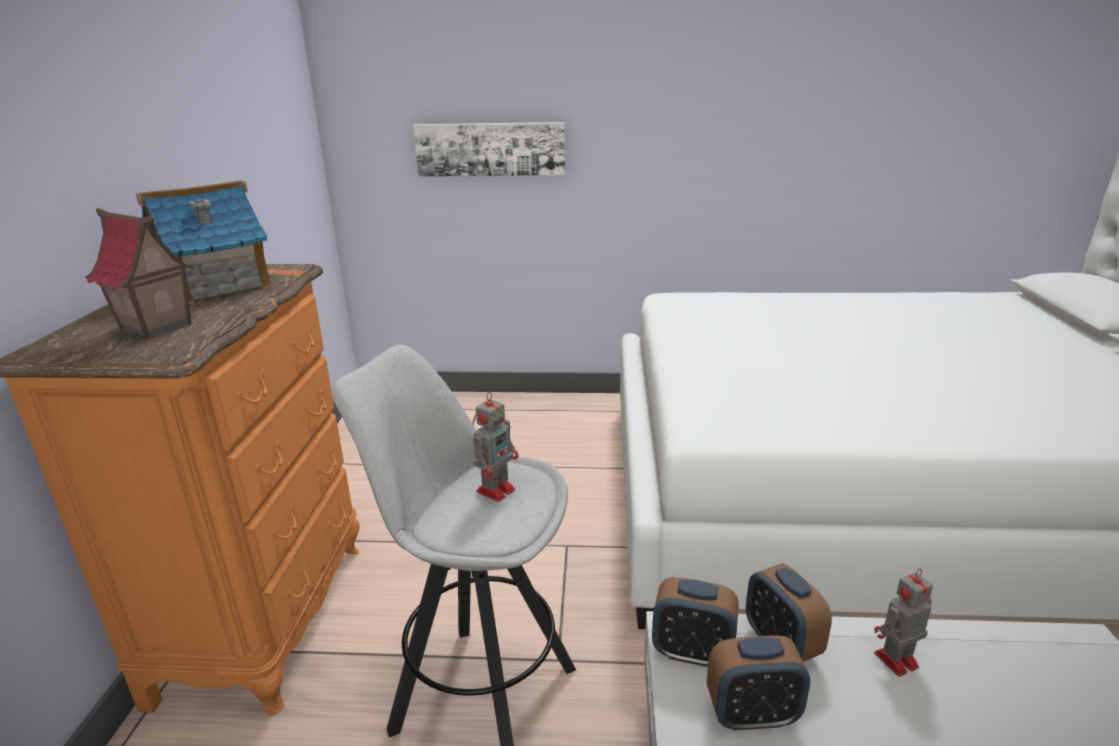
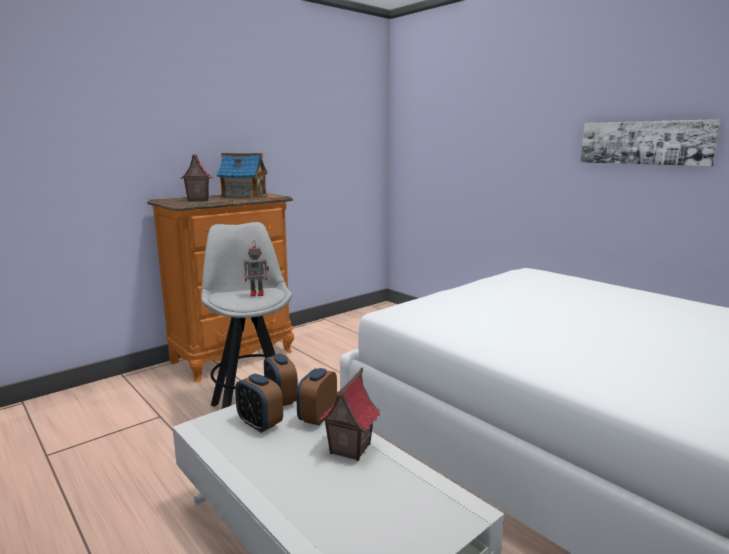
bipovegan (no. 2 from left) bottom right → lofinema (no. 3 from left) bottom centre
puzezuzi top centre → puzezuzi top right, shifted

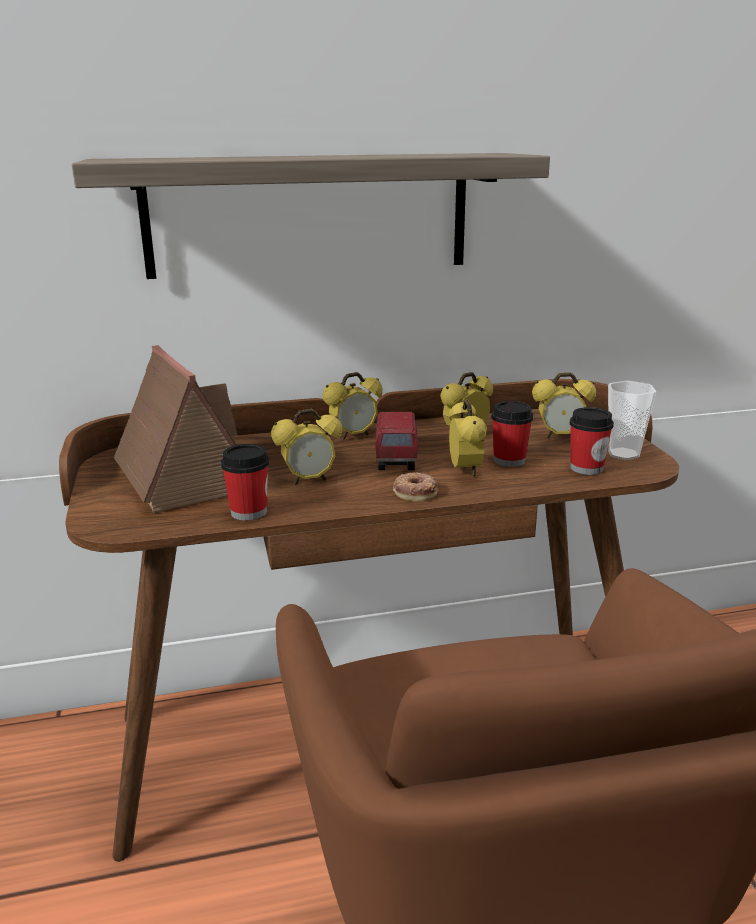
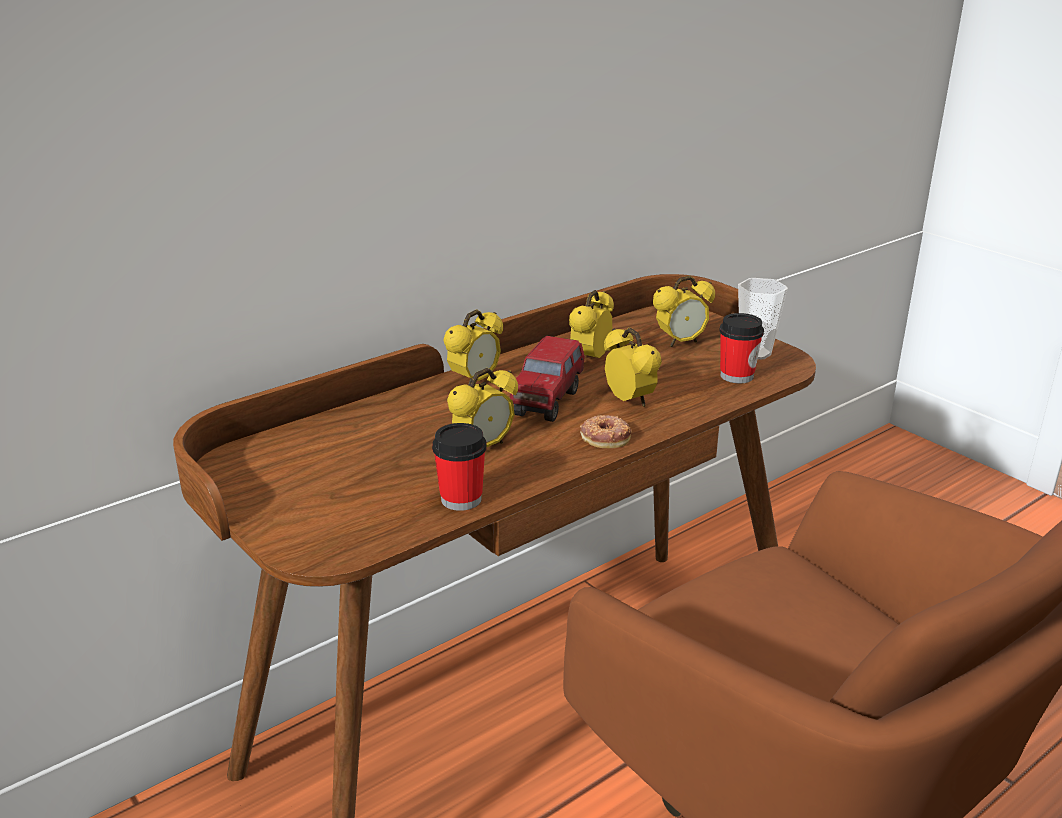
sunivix centre, 135 degrees counterclockwise
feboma top centre → -
lofinema middle left → -
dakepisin (no. 2 from left) middle right → -

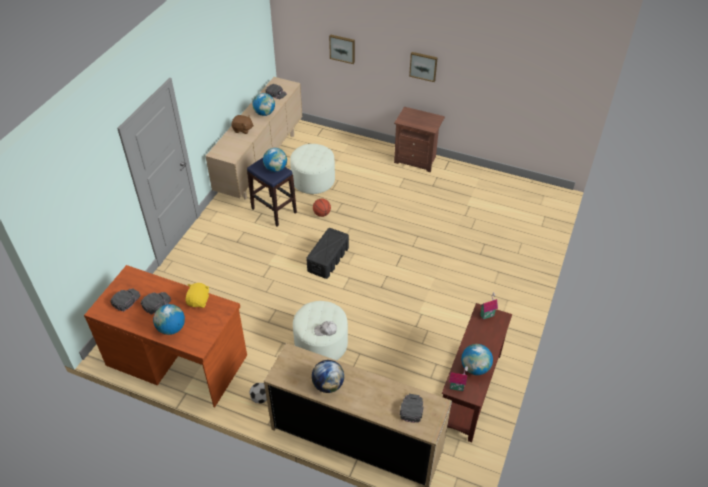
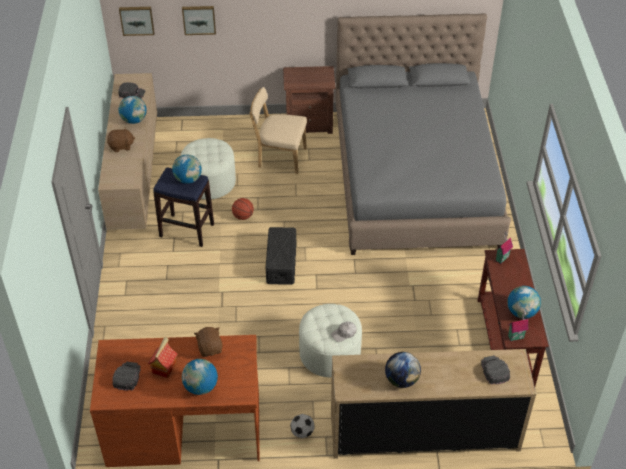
puzezuzi (no. 2 from left in the first image) top centre → puzezuzi (no. 1 from left) top left, shifted
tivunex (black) (no. 2 from left) middle left → lofinema (no. 1 from left) bottom left
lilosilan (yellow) middle left → lilosilan (brown) (no. 2 from left) bottom left
- → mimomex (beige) top centre
- → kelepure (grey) top right

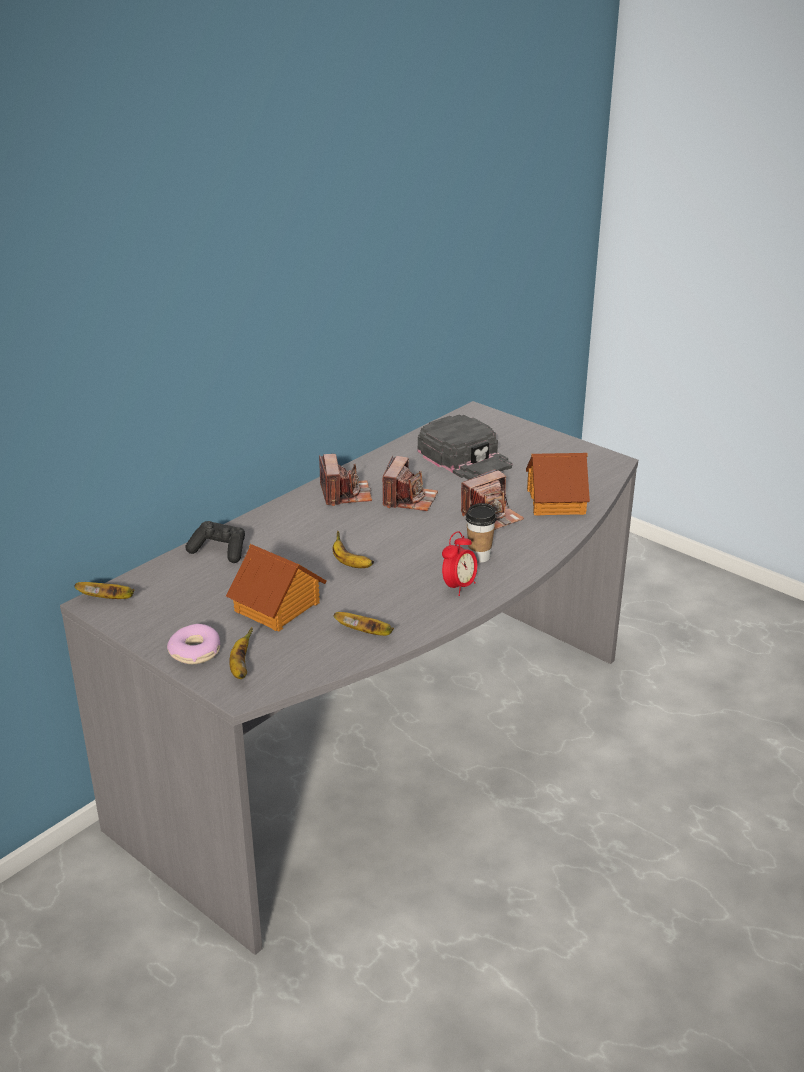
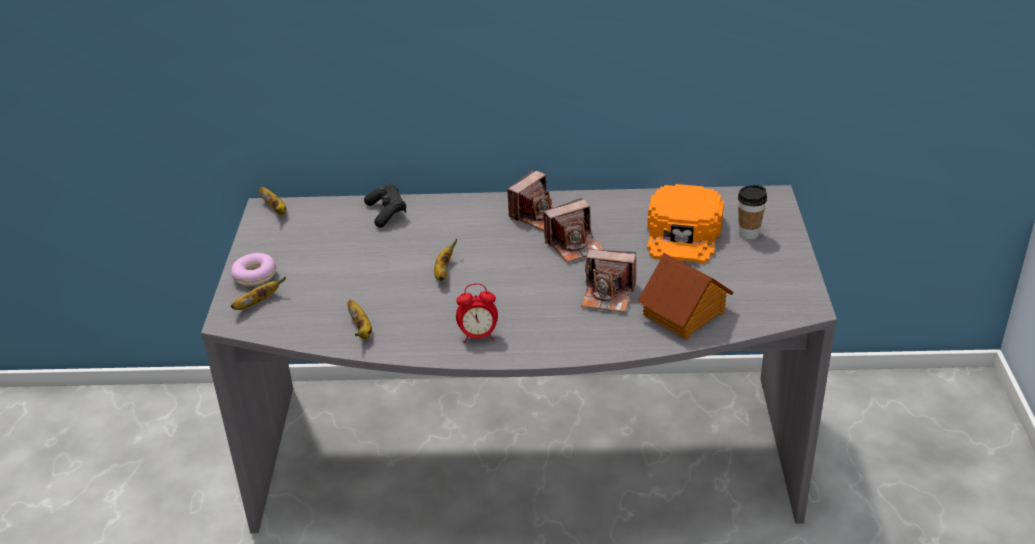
tivunex (black) centre → tivunex (orange) centre
dakepisin centre → dakepisin middle right, shifted
lofinema (no. 1 from left) centre → -

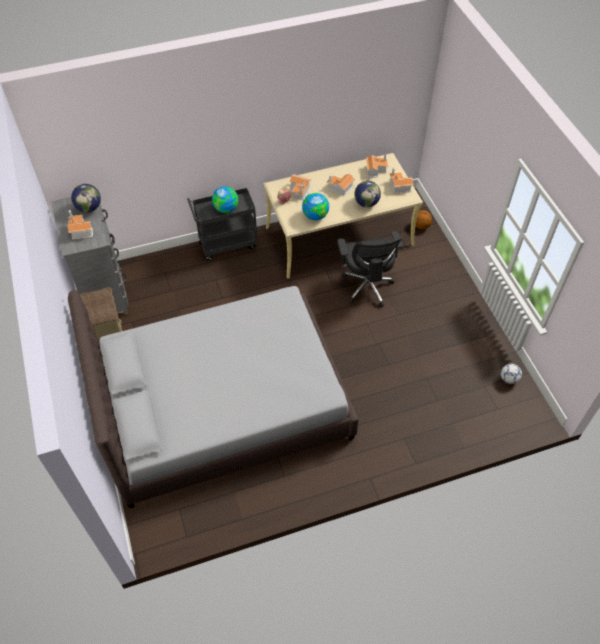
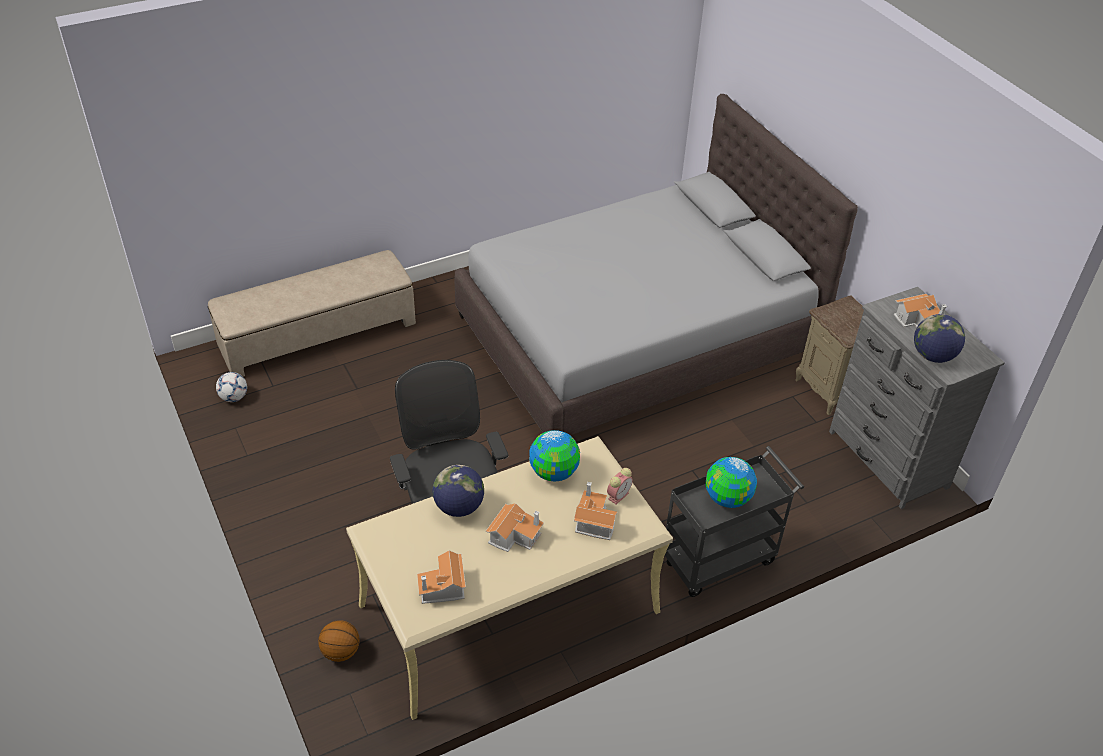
- → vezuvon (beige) middle left
lofinema (no. 5 from left) top right → -

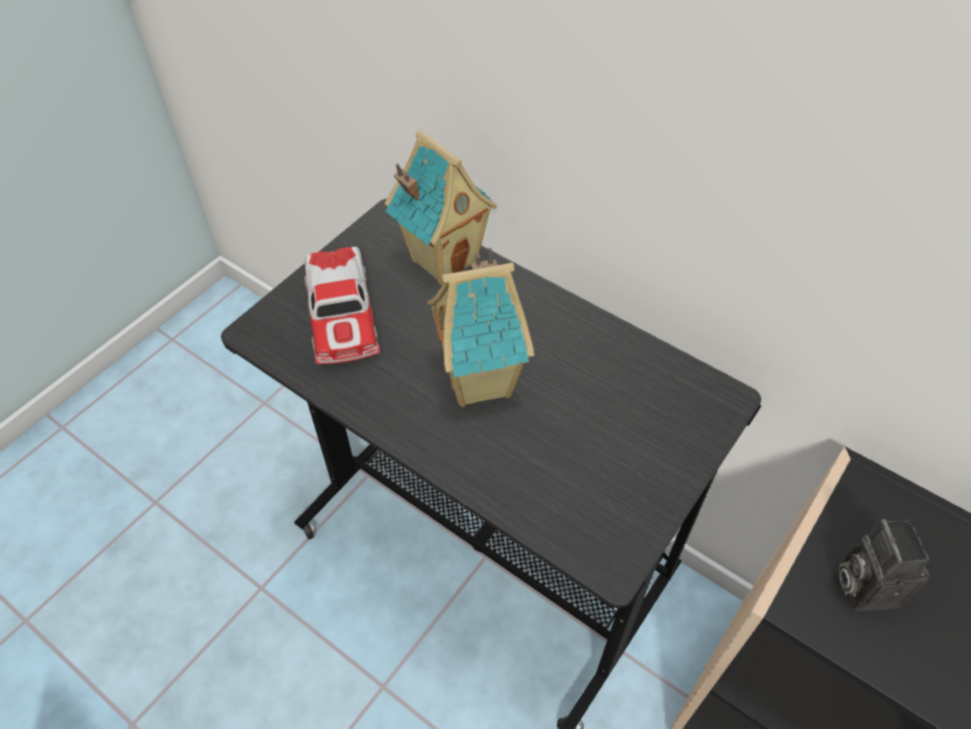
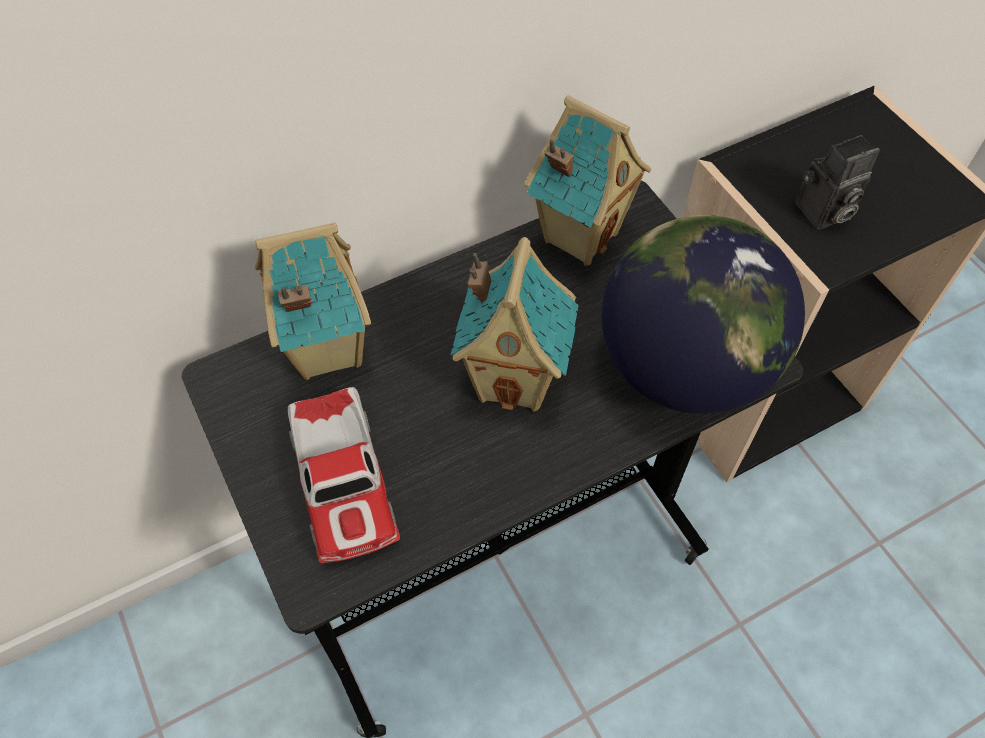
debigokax centre, 60 degrees clockwise
- → lofinema (no. 3 from left) top centre
- → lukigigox middle right
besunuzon bottom right → besunuzon top right, 45 degrees counterclockwise

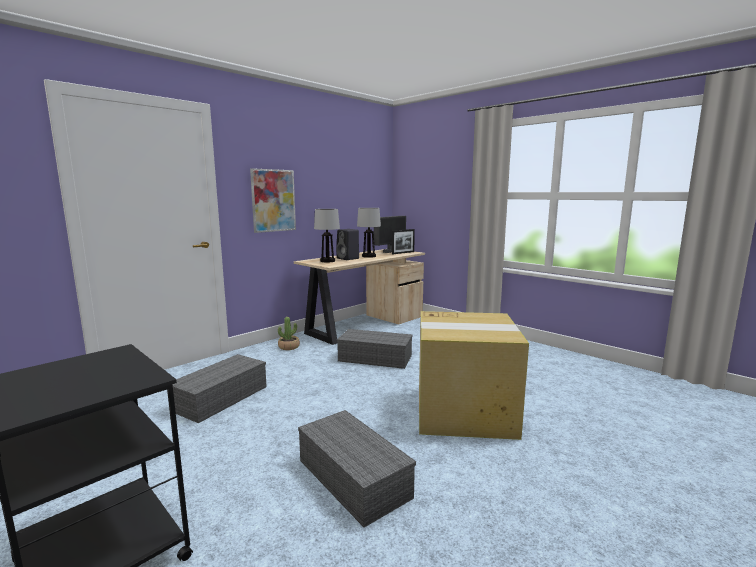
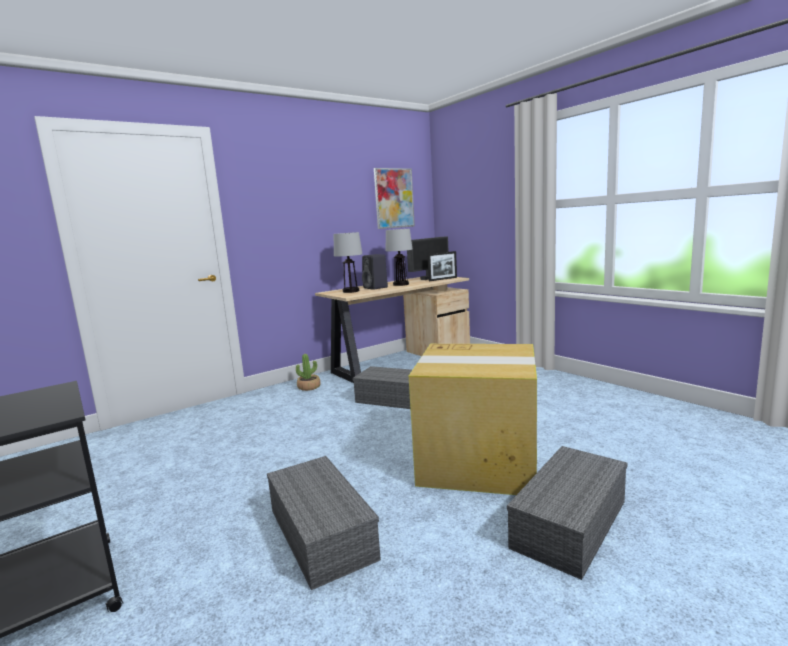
puzezuzi centre → puzezuzi top centre, shifted
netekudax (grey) (no. 1 from left in the first image) bottom left → netekudax (grey) (no. 3 from left) bottom right, shifted

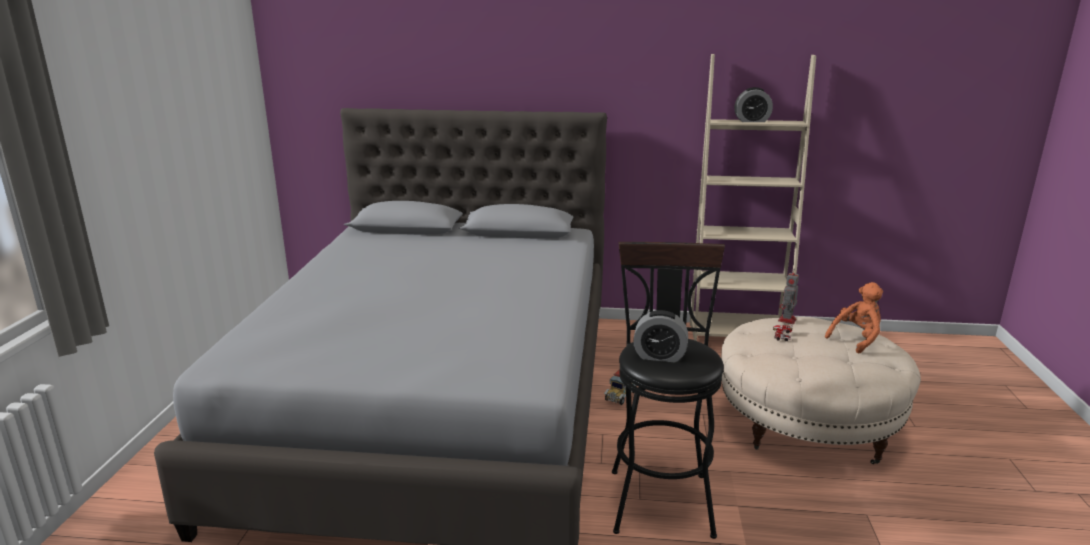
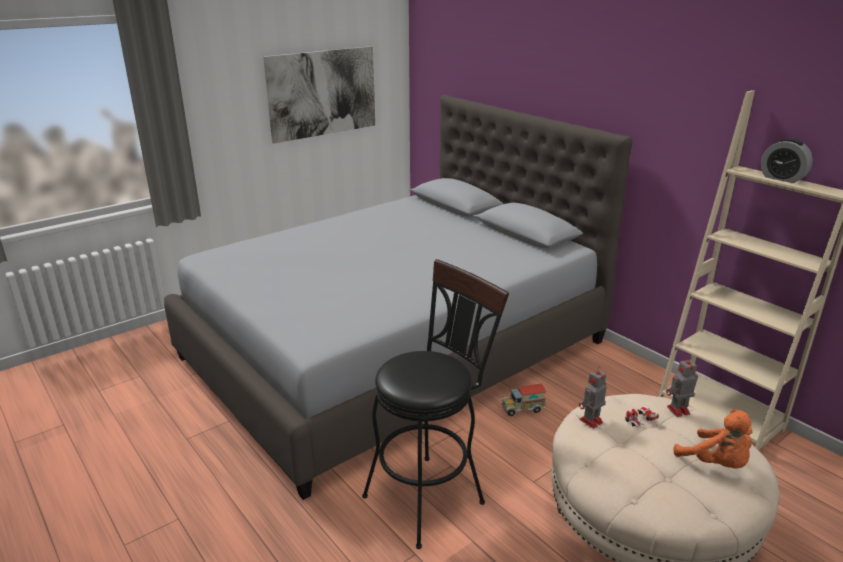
- → puzezuzi top centre
- → bipovegan (no. 1 from left) bottom right
lilosilan (orange) middle right → lilosilan (orange) bottom right, 45 degrees clockwise
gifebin (no. 1 from left) centre → -

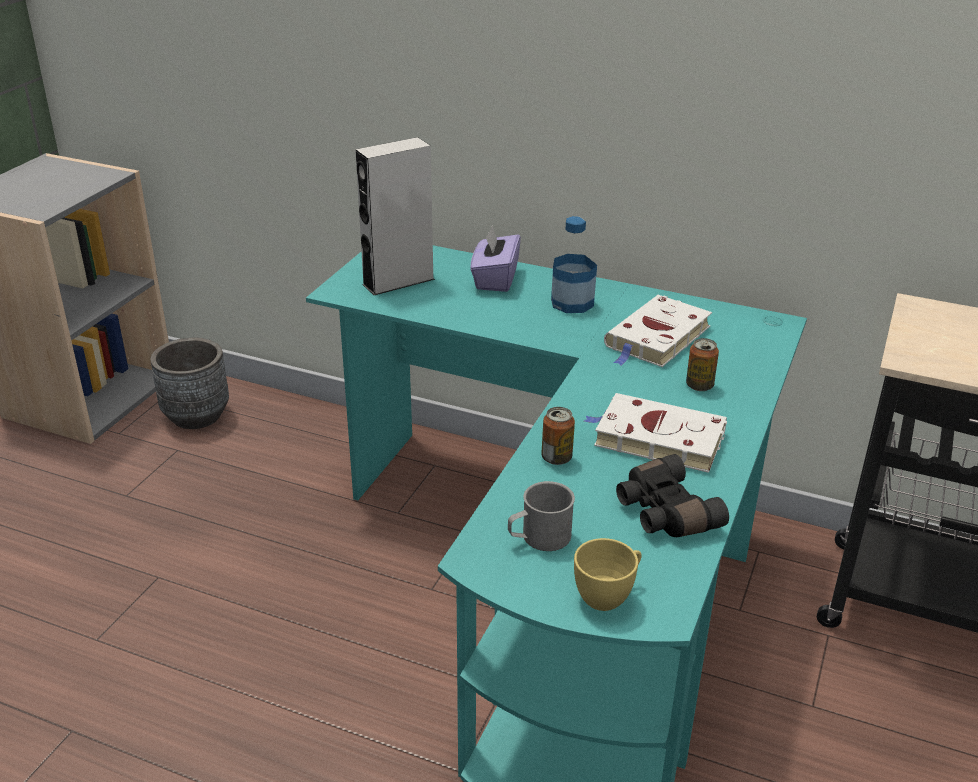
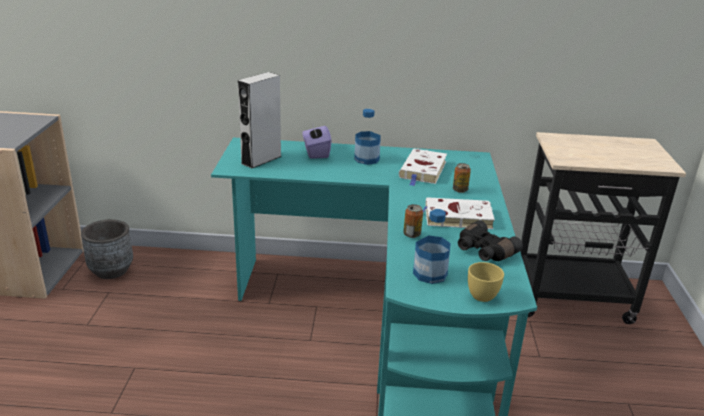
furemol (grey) centre → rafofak (no. 2 from left) centre

